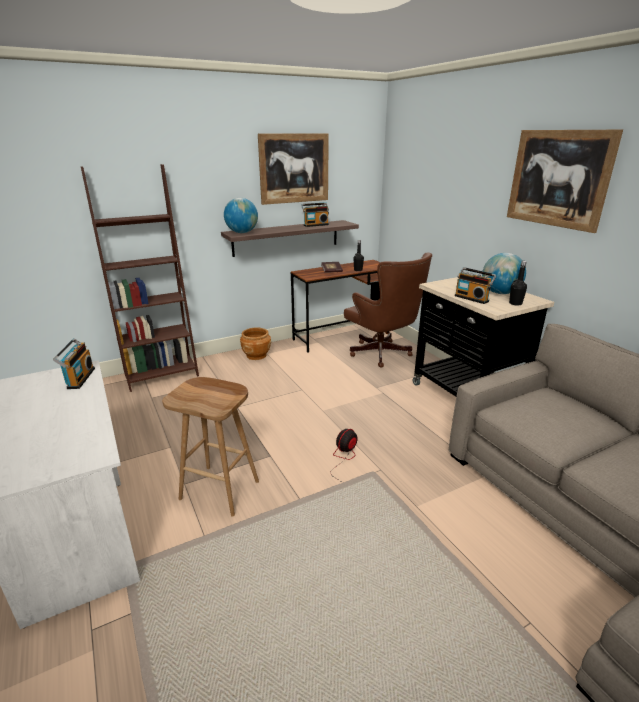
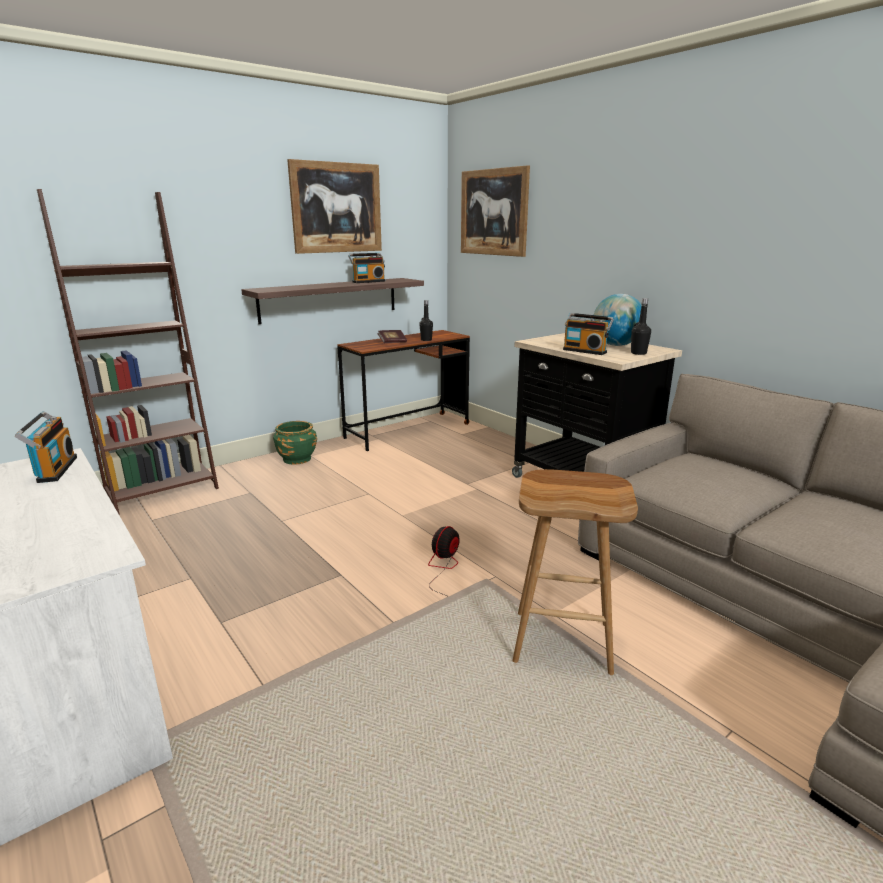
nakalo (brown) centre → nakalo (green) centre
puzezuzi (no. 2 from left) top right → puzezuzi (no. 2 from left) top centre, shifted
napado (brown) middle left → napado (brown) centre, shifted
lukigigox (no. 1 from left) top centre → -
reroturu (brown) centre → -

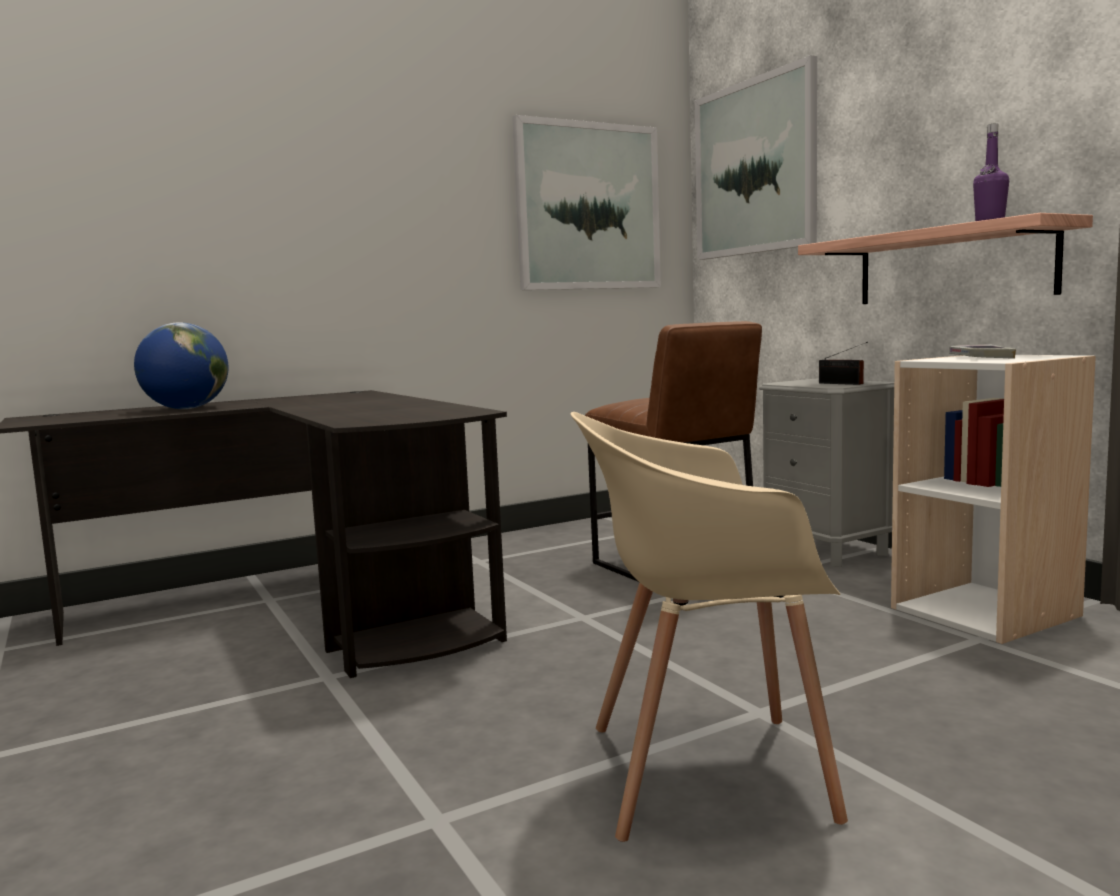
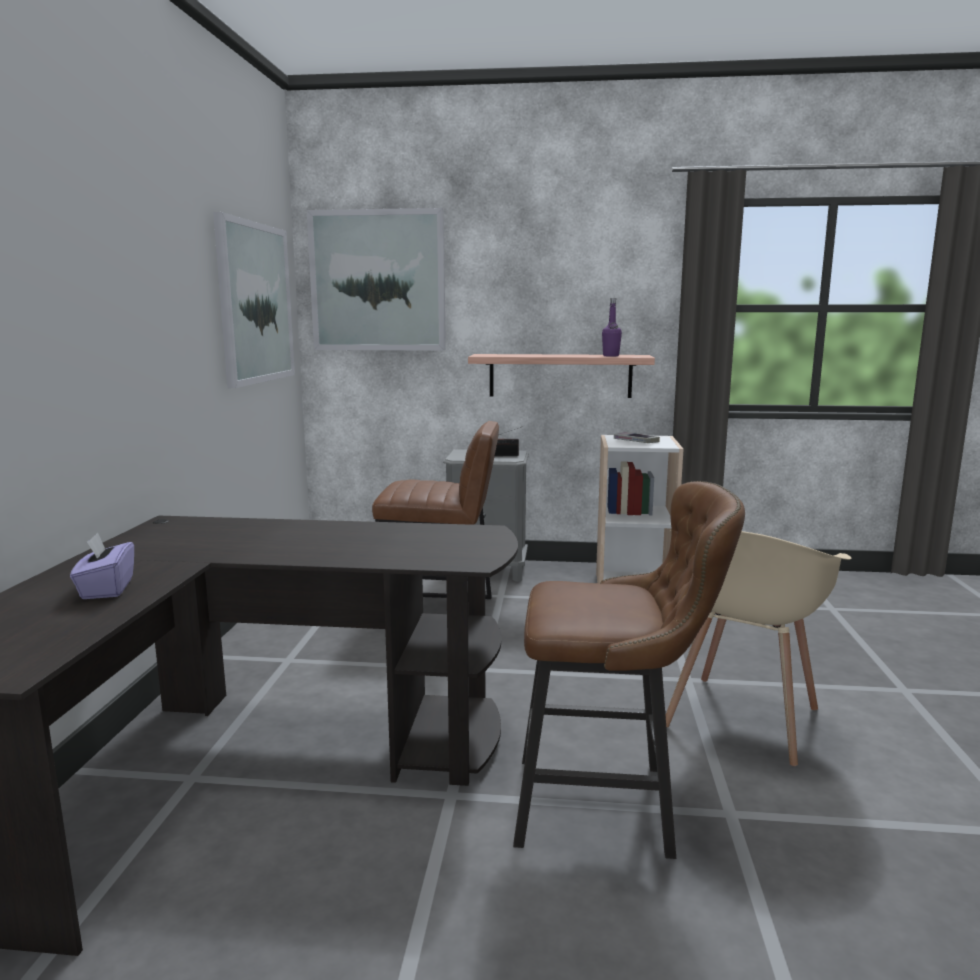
lukigigox middle left → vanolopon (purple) middle left
- → napado (brown) bottom centre

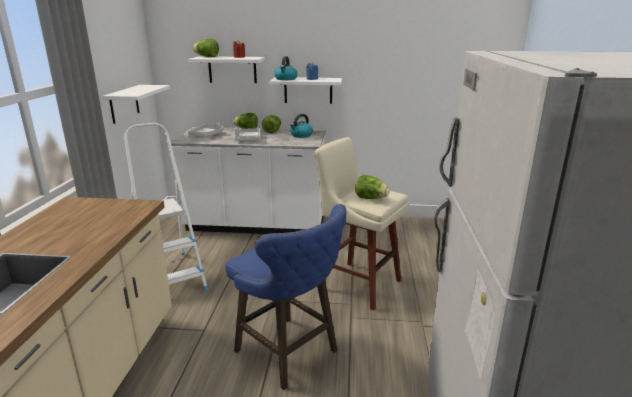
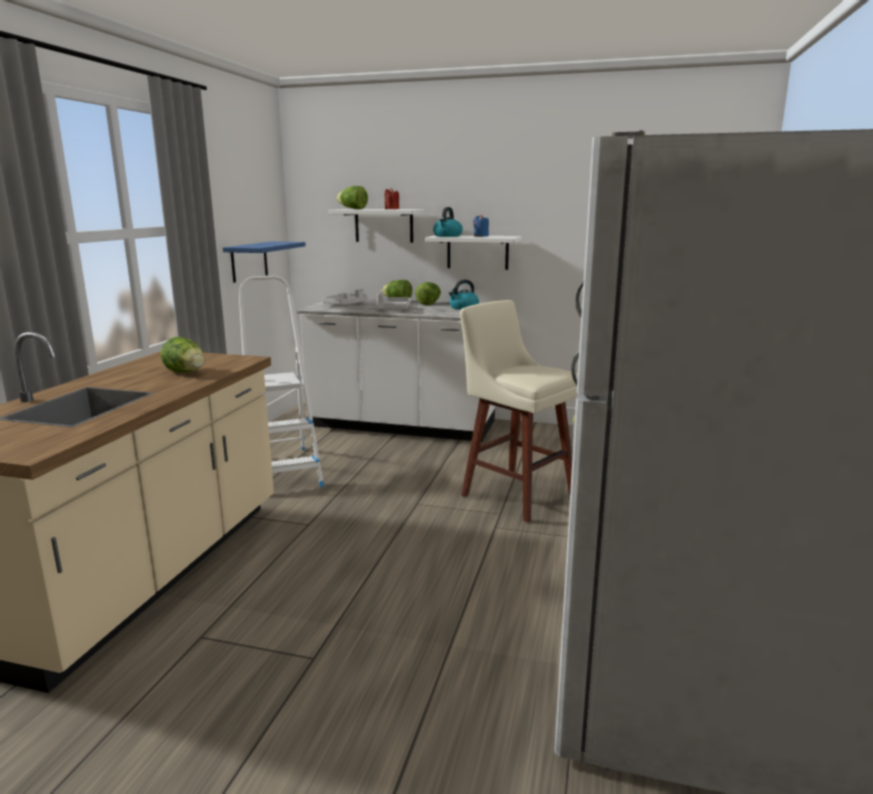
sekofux (no. 4 from left in the first image) centre → sekofux (no. 1 from left) middle left, shifted
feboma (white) (no. 1 from left) top left → feboma (blue) top left
napado (blue) bottom centre → -

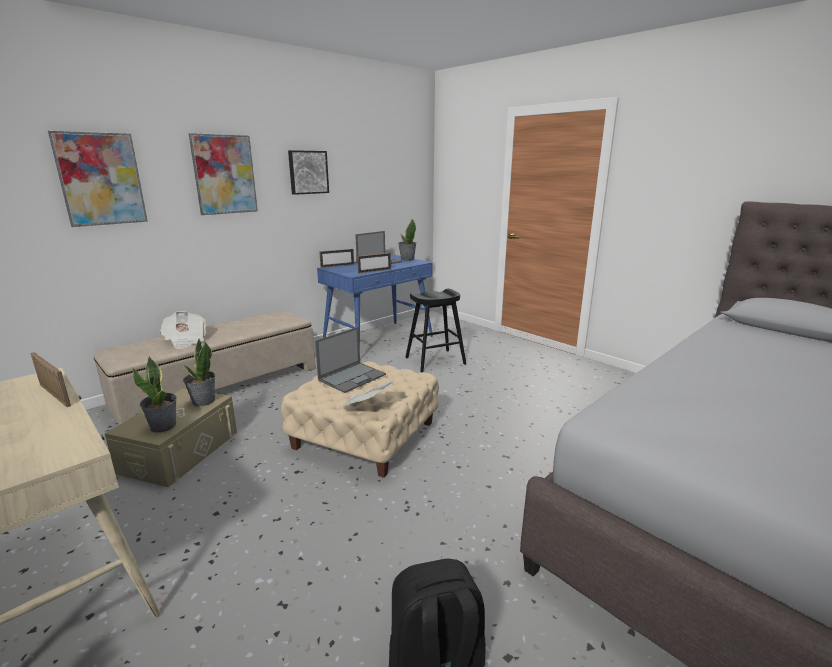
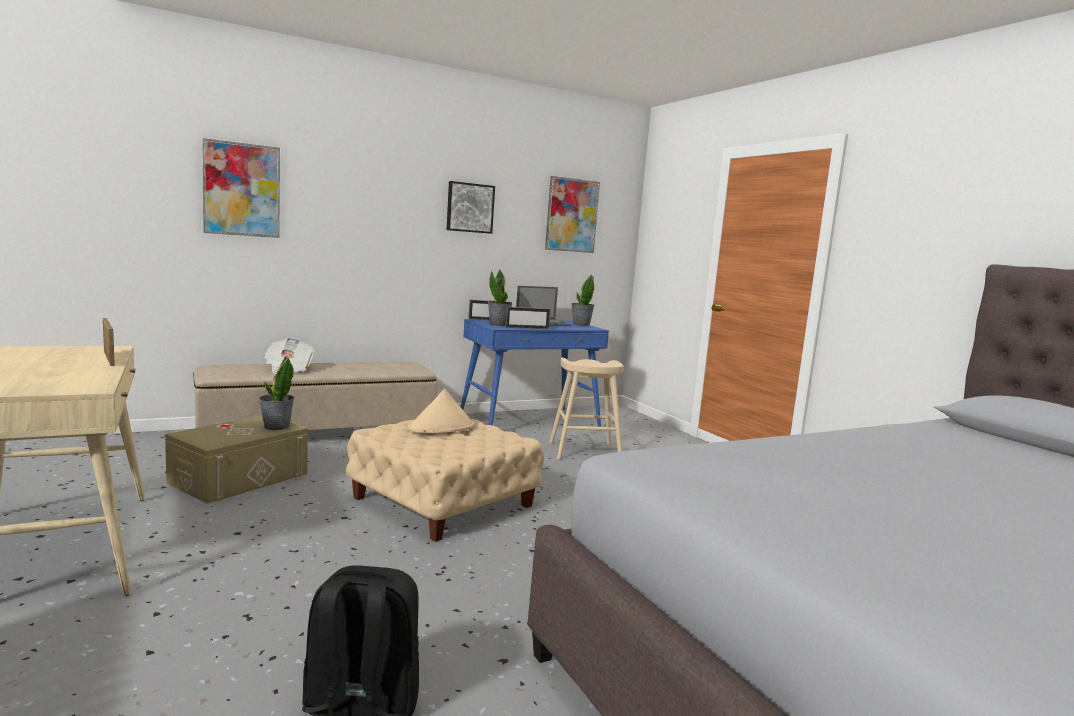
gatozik (no. 1 from left) centre → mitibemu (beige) centre
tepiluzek (no. 1 from left in the first image) middle left → tepiluzek (no. 2 from left) centre, shifted
puzezuzi (no. 2 from left in the first image) top left → puzezuzi (no. 3 from left) top centre, shifted
napado (black) centre → napado (beige) centre
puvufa (no. 2 from left) centre → -

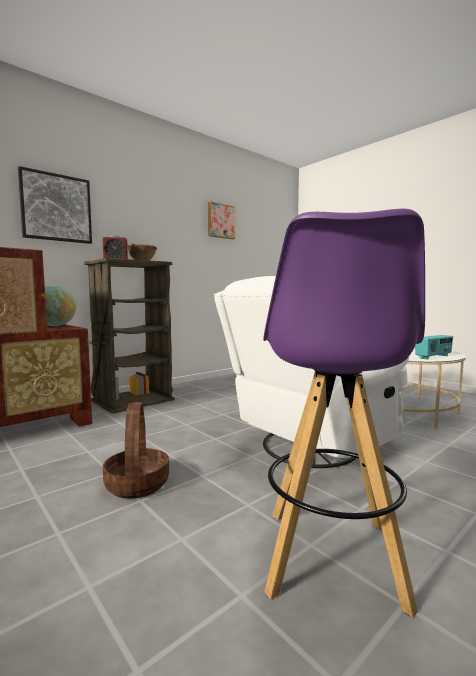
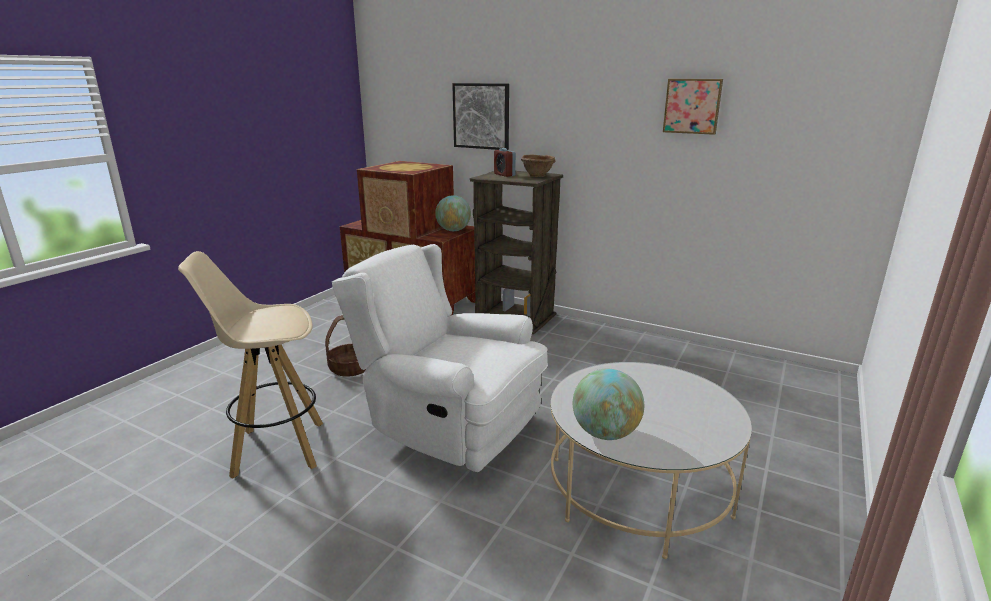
napado (purple) middle right → napado (beige) middle left
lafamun middle right → lukigigox (no. 2 from left) bottom centre

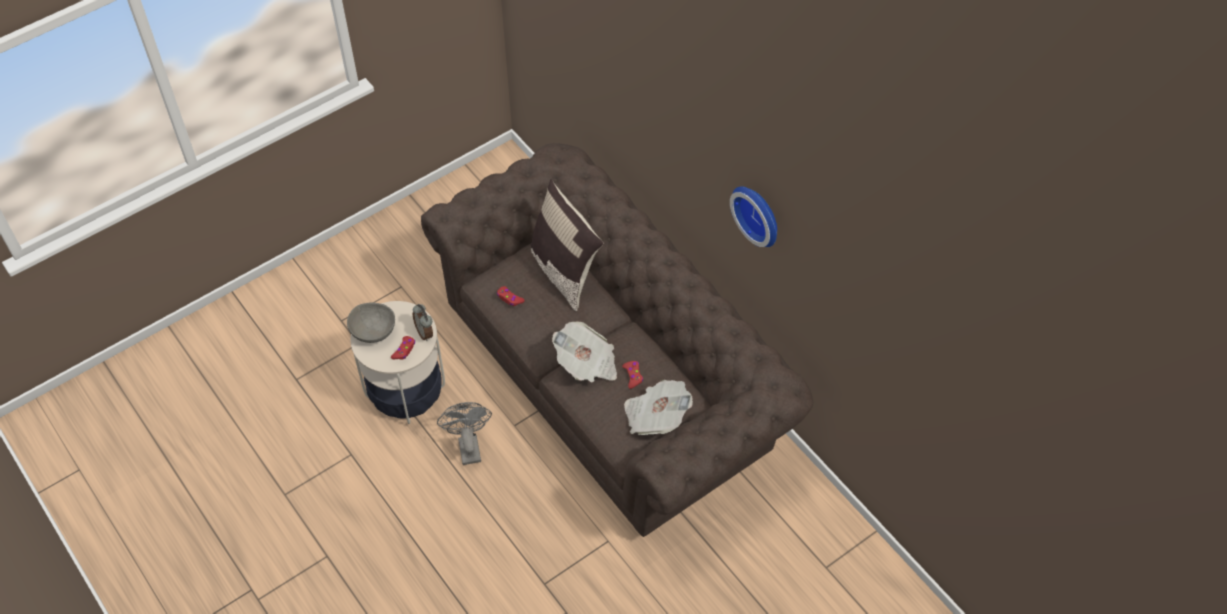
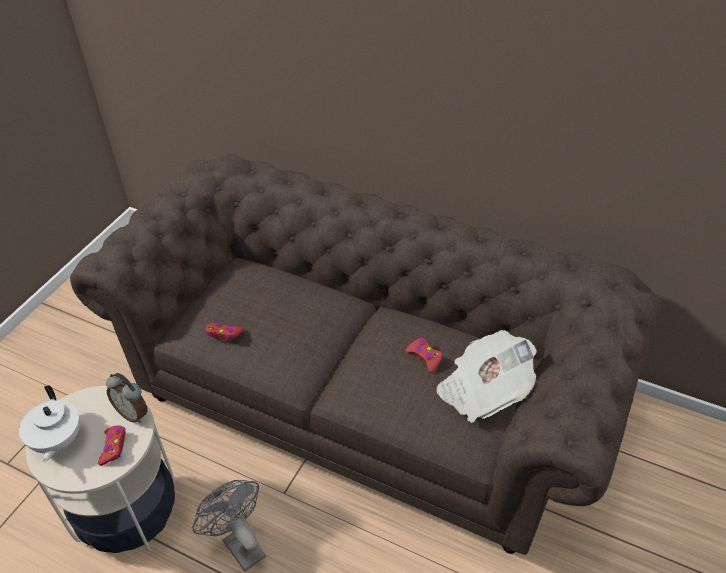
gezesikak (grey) middle left → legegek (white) bottom left
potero centre → -
puvufa (no. 1 from left) centre → -
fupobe centre → -

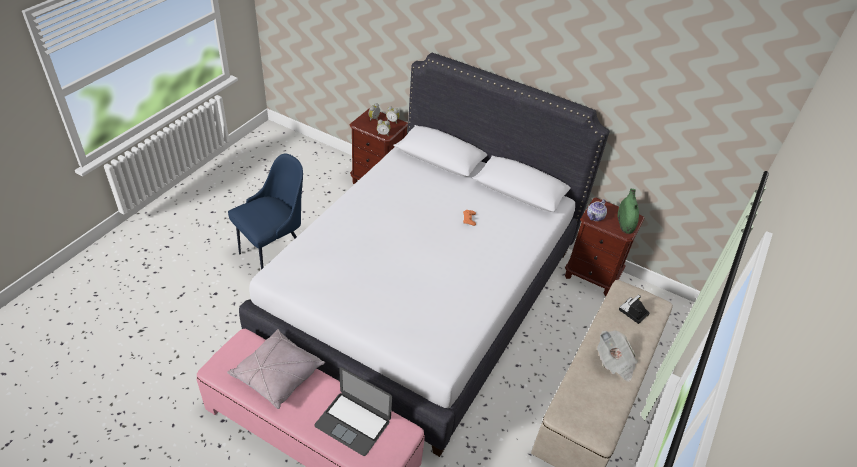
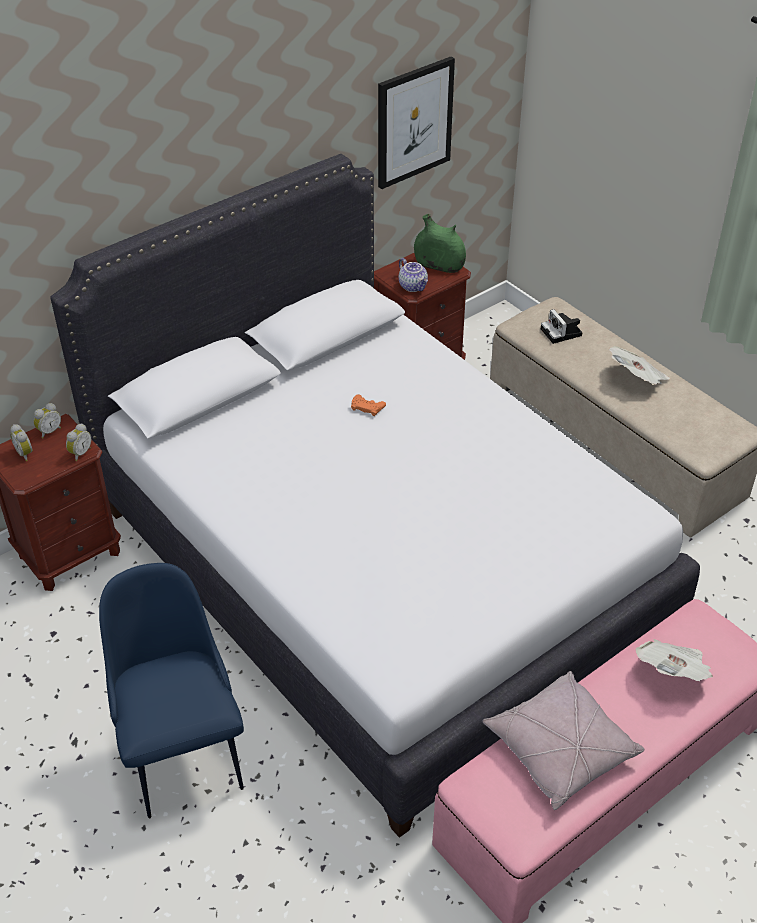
- → puzezuzi top centre
gatozik bottom centre → puvufa (no. 2 from left) bottom right

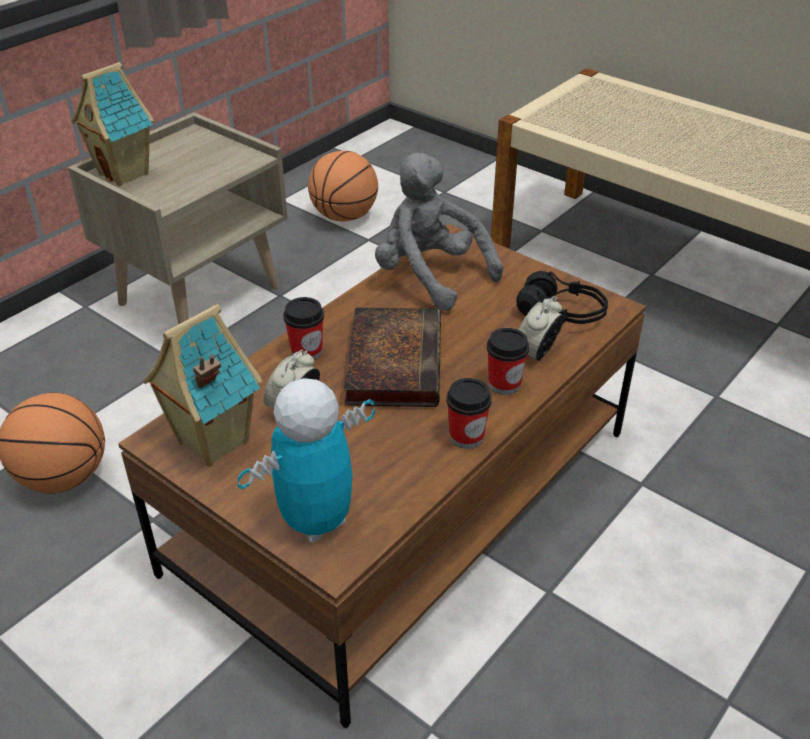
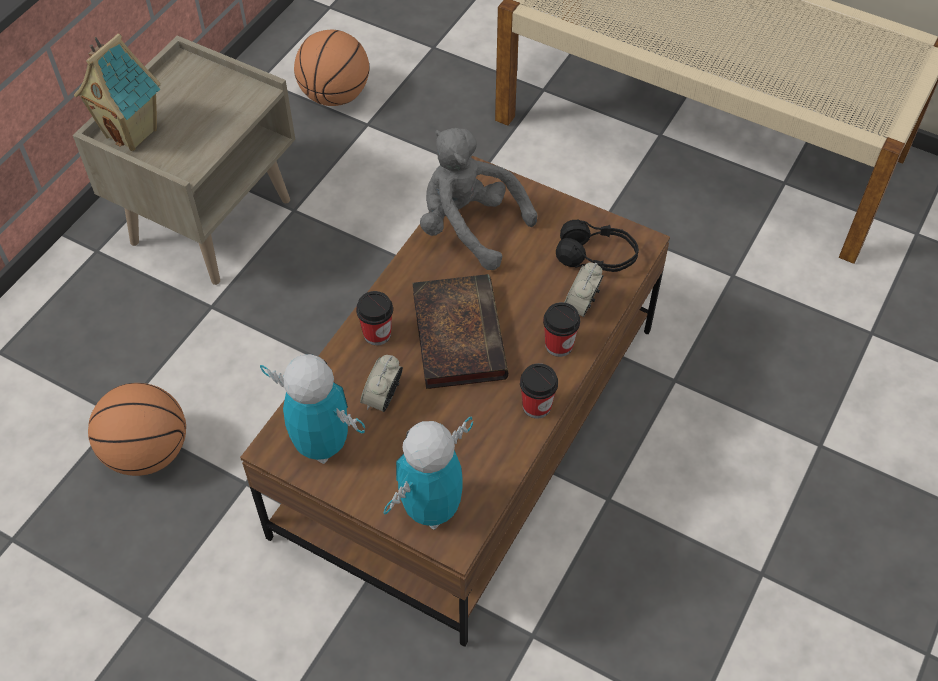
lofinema (no. 2 from left) middle left → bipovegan (no. 1 from left) middle left

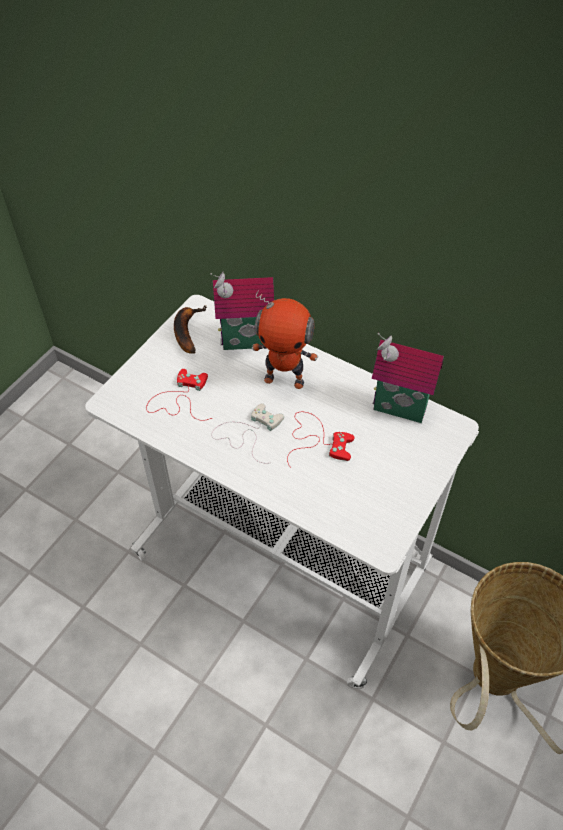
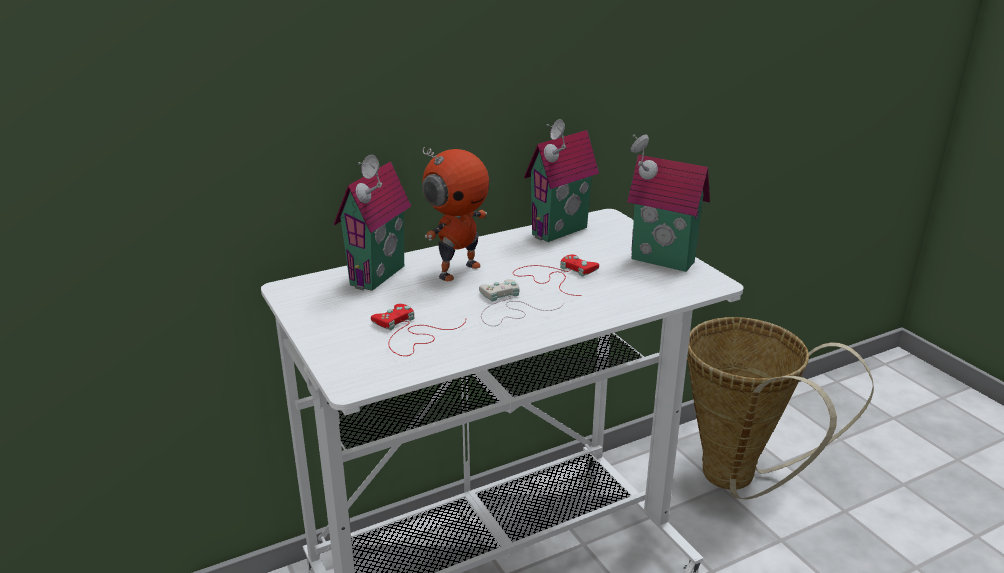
- → lofinema (no. 3 from left) centre
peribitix centre → -

